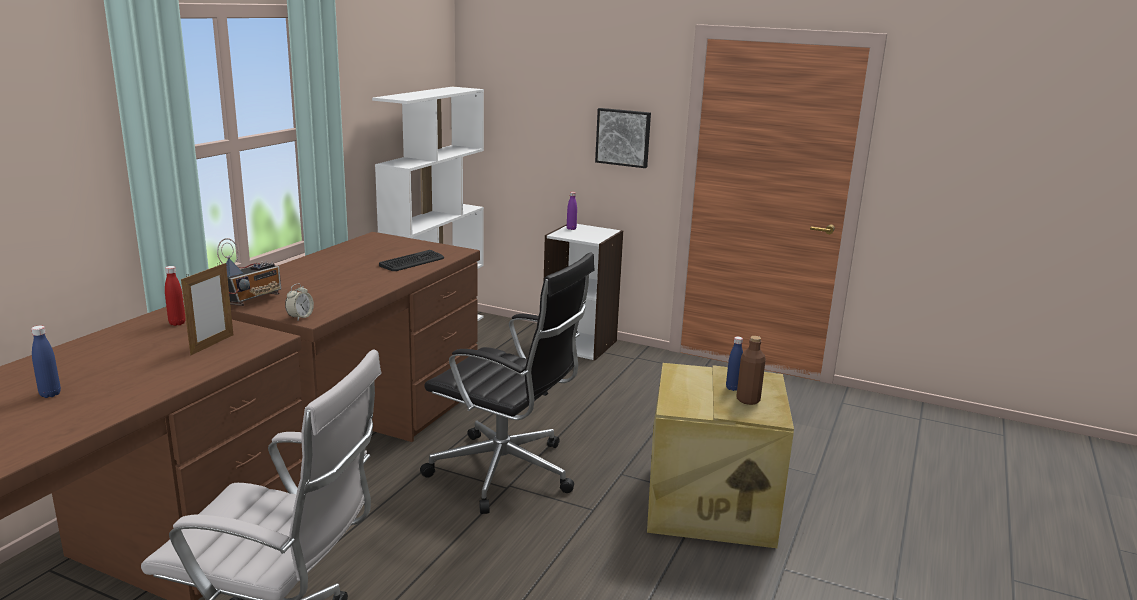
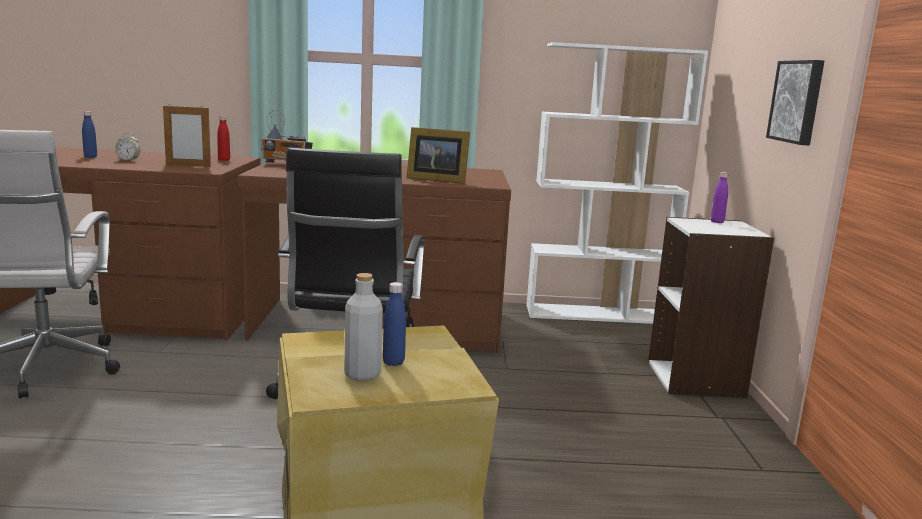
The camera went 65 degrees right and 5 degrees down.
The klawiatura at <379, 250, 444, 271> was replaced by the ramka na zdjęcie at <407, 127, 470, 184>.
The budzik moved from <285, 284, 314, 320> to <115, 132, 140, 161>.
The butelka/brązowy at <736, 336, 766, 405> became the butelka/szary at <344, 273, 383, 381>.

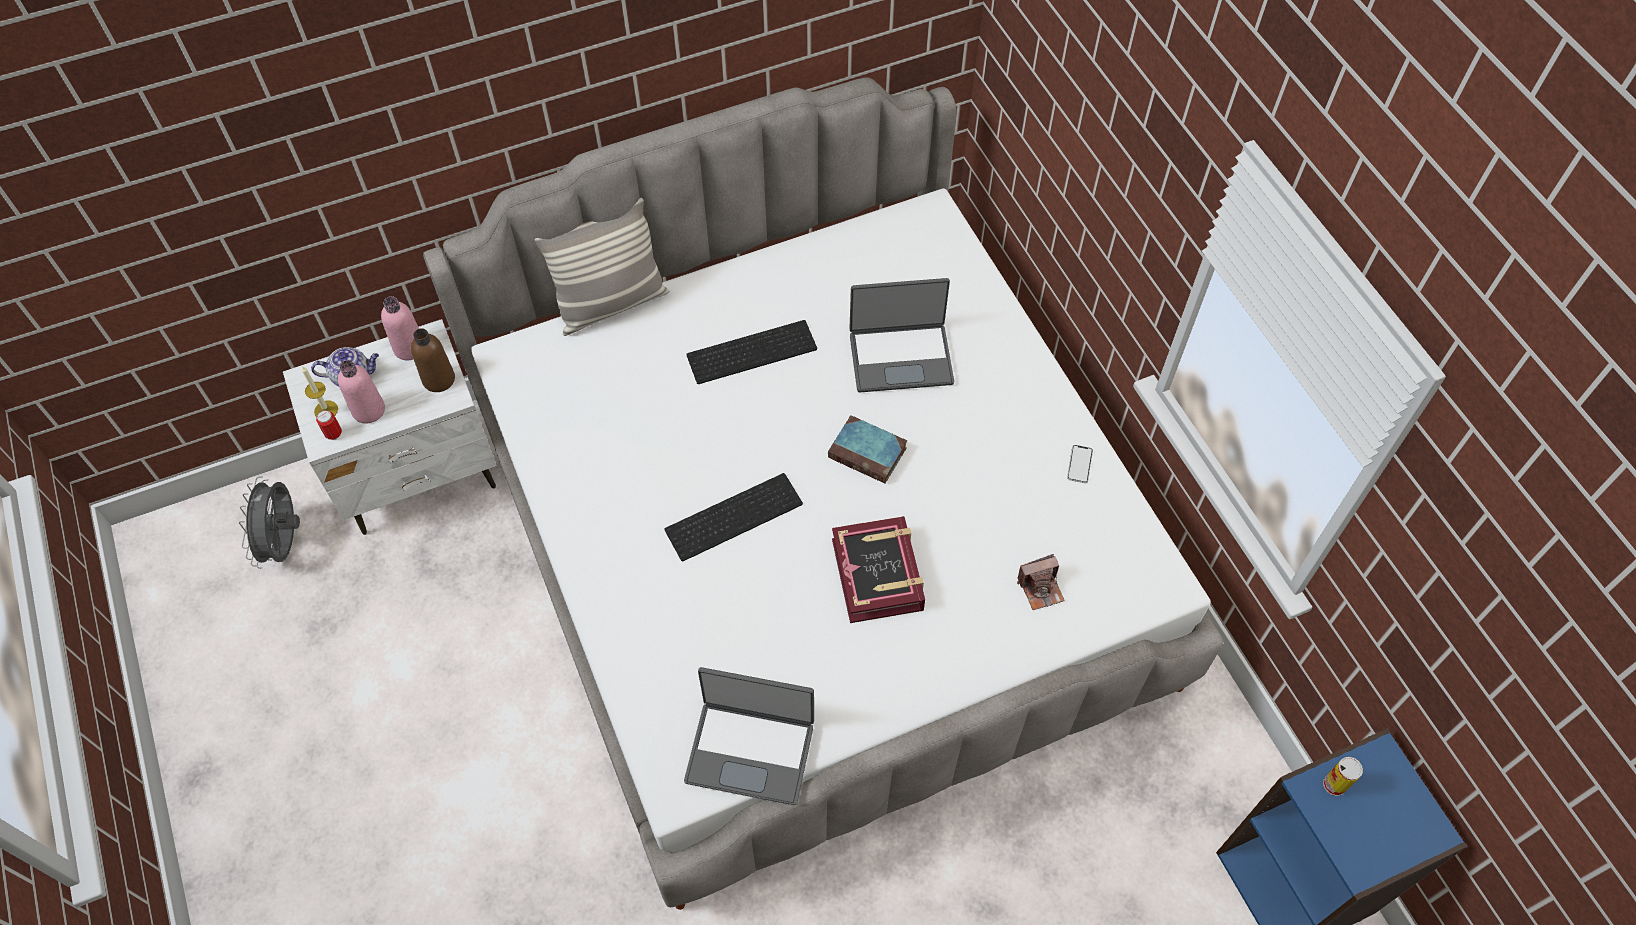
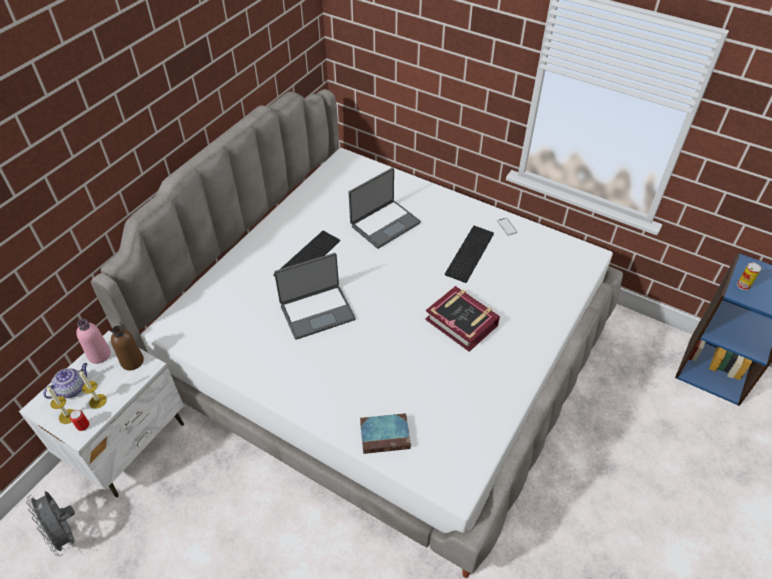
The camera went 35 degrees left and 10 degrees down.
The poduszka at <535, 198, 669, 336> disappeared.
The butelka/różowy at <338, 360, 385, 424> was replaced by the świeca at <79, 371, 107, 409>.
The książka moved from <828, 415, 907, 484> to <360, 413, 411, 454>.
The klawiatura moved from <664, 473, 803, 561> to <445, 226, 494, 283>.
The aparat fotograficzny at <1017, 554, 1065, 610> disappeared.
The laptop moved from <684, 667, 814, 805> to <274, 253, 356, 340>.

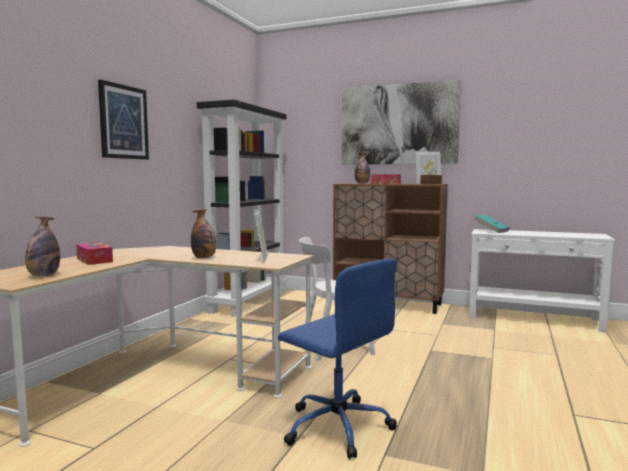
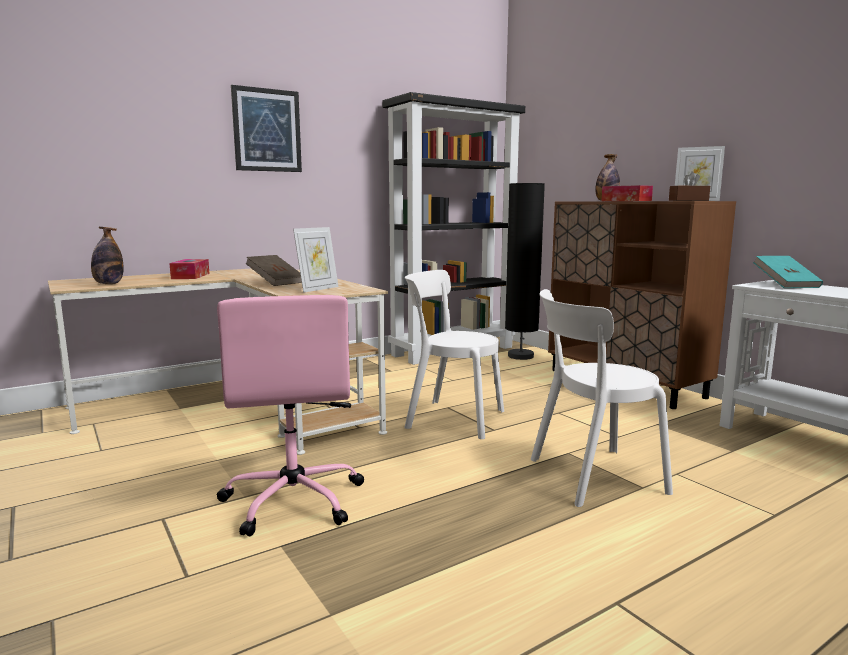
The camera went 35 degrees right and 5 degrees up.
The obraz at <342, 80, 461, 165> disappeared.
The butelka at <191, 209, 216, 258> was replaced by the książka/brązowy at <245, 255, 302, 286>.
The krzesło biurowe/niebieski at <278, 259, 397, 459> became the krzesło biurowe/różowy at <217, 295, 364, 536>.
The lampa stojąca/czarny at <505, 183, 545, 360> appeared.
The krzesło/biały at <531, 289, 673, 507> appeared.

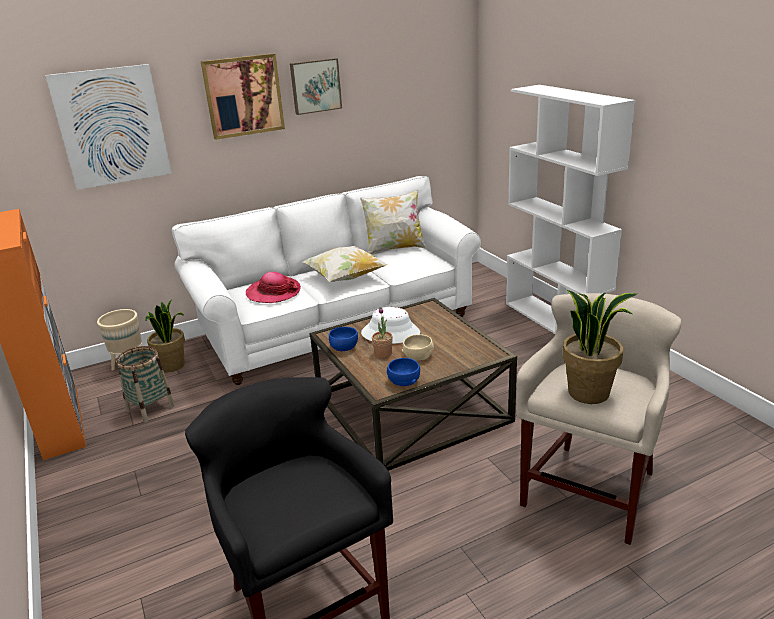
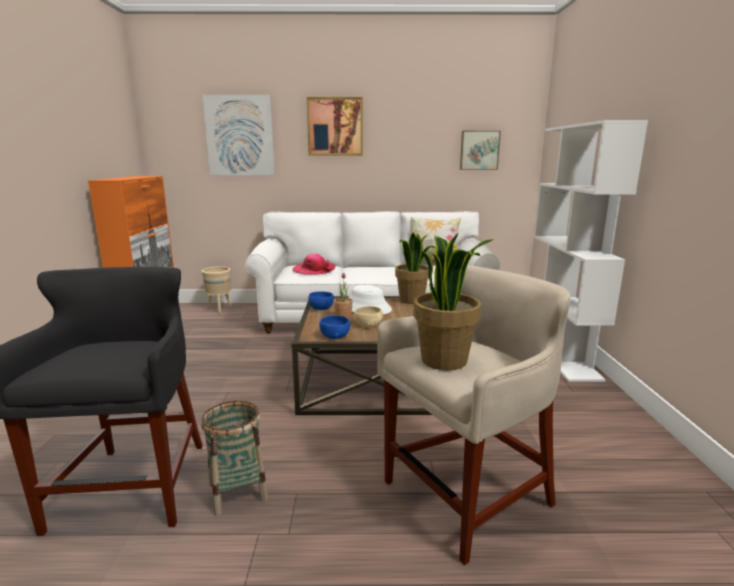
The camera went 25 degrees right and 10 degrees down.
The obraz moved from <290, 58, 342, 115> to <460, 131, 501, 170>.
The poduszka at <303, 246, 387, 282> disappeared.
The roślina doniczkowa moved from <145, 299, 185, 372> to <395, 233, 436, 304>.
The koszyk moved from <117, 346, 175, 423> to <201, 400, 268, 516>.

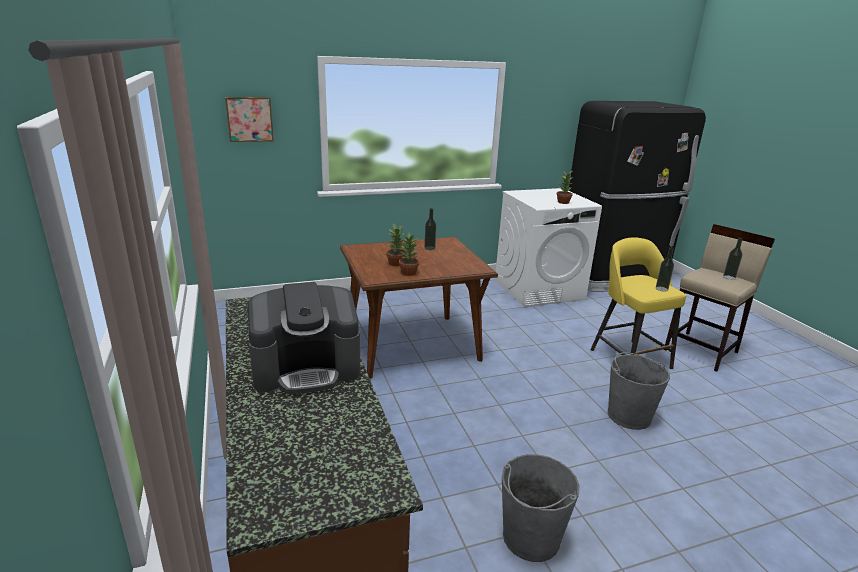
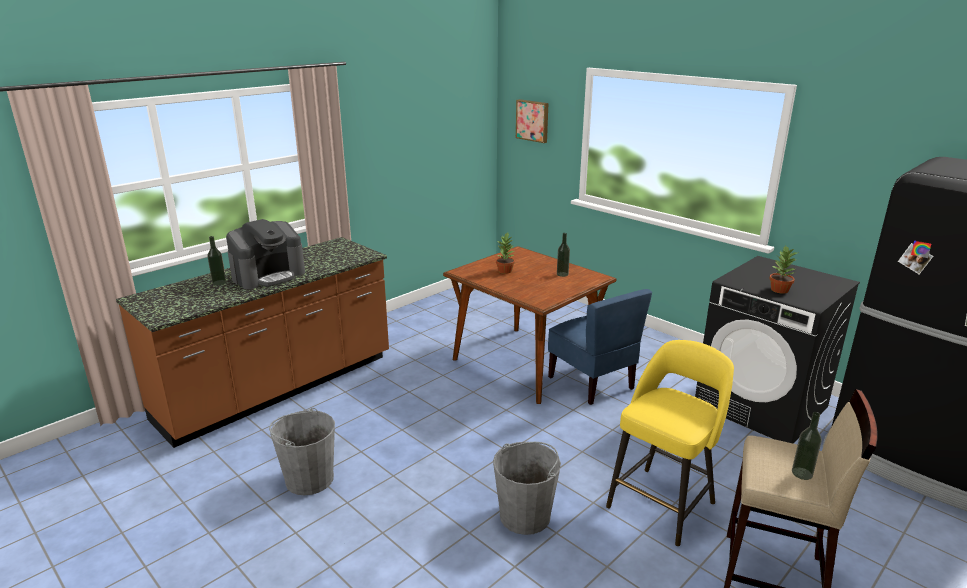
The camera went 65 degrees right and 0 degrees up.
The pralka/biały at <495, 188, 602, 307> became the pralka/czarny at <695, 256, 860, 444>.
The roślina doniczkowa at <399, 233, 419, 276> disappeared.
The butelka moved from <656, 247, 674, 292> to <207, 236, 226, 285>.
The ekspres do kawy at <248, 282, 360, 394> turned 90 degrees counterclockwise.
The krzesło/niebieski at <548, 289, 652, 405> appeared.

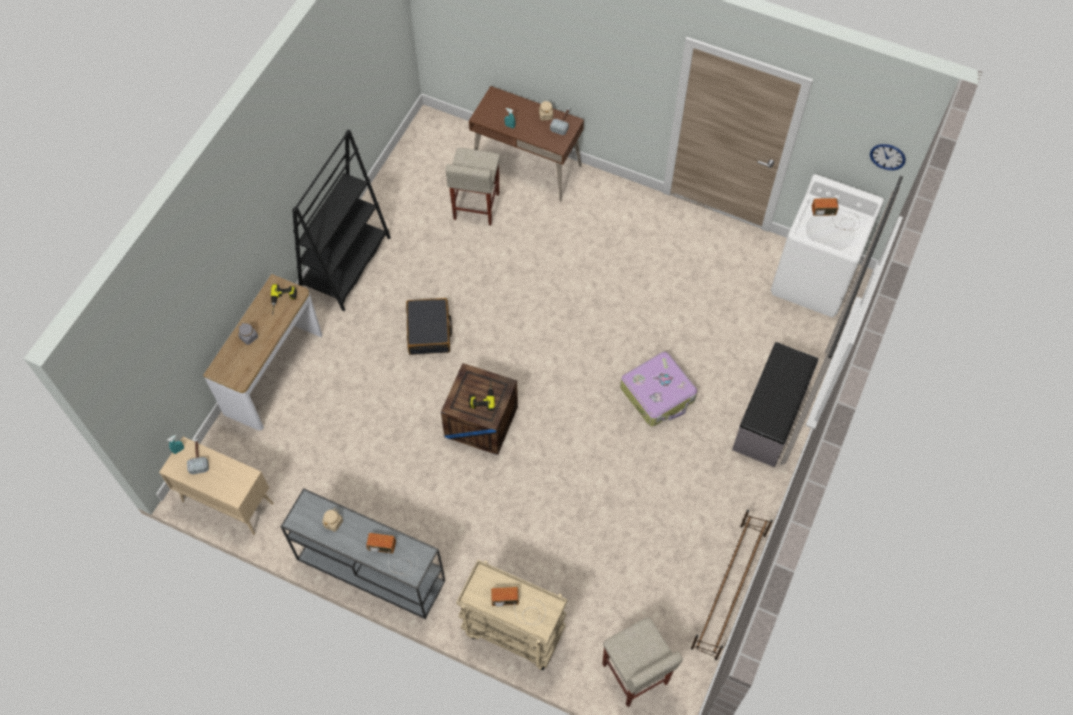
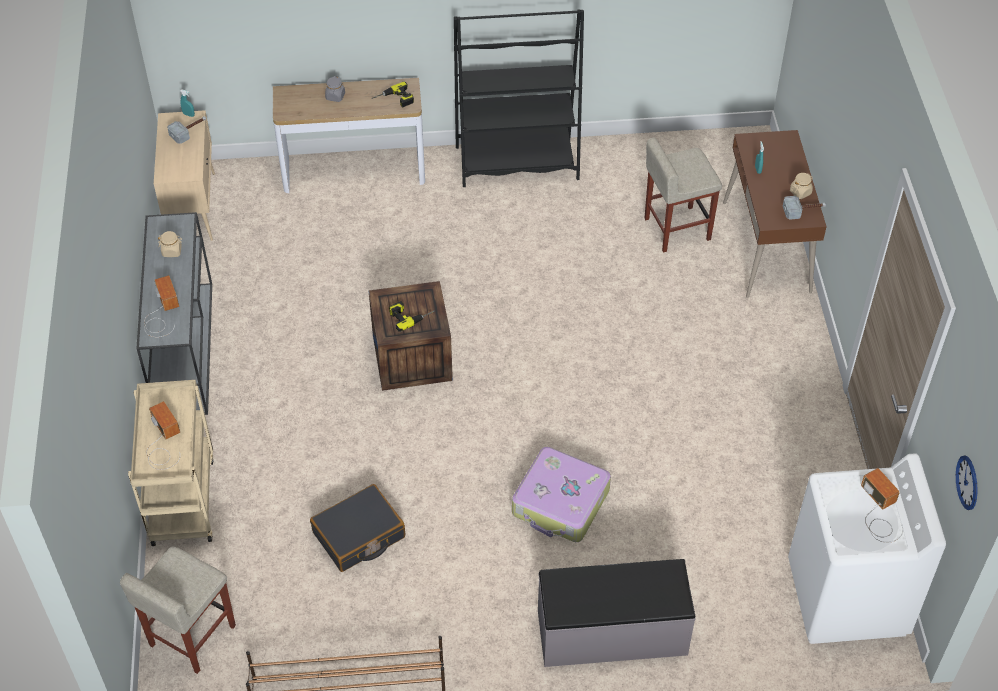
The camera went 60 degrees right and 10 degrees down.
The walizka/czarny moved from <406, 298, 452, 355> to <310, 484, 405, 572>.

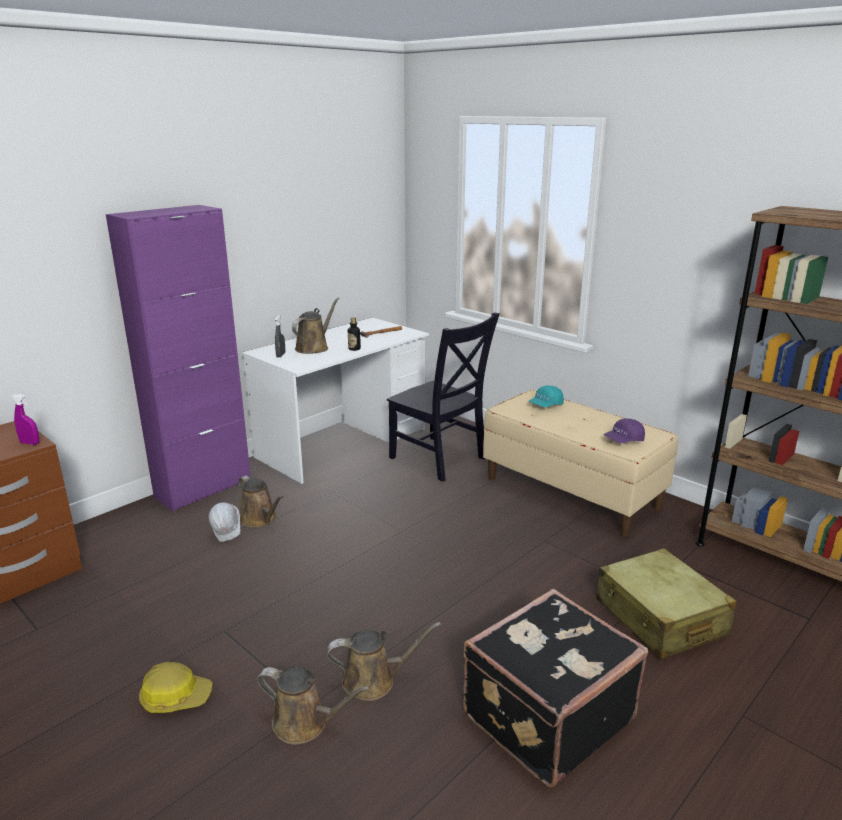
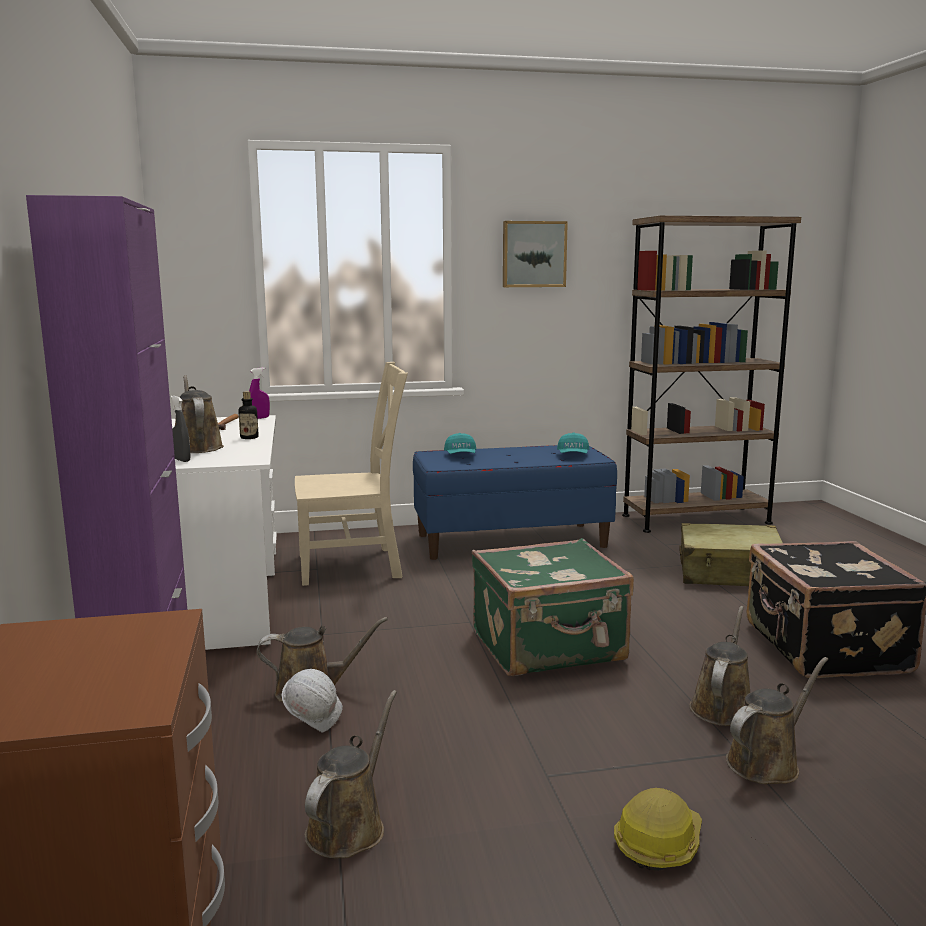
The camera went 55 degrees left and 10 degrees down.
The krzesło/czarny at <387, 313, 500, 482> became the krzesło/beżowy at <295, 362, 408, 586>.
The ławka/beżowy at <483, 390, 678, 537> became the ławka/niebieski at <413, 445, 617, 560>.
The spryskiwacz/fioletowy moved from <12, 394, 39, 445> to <249, 368, 270, 419>.
The czapka z daszkiem/fioletowy at <603, 418, 645, 443> became the czapka z daszkiem/turkusowy at <557, 432, 589, 453>.
The obraz at <503, 221, 568, 287> appeared.
The walizka/zielony at <472, 538, 634, 676> appeared.
The konewka/brązowy at <305, 690, 397, 859> appeared.

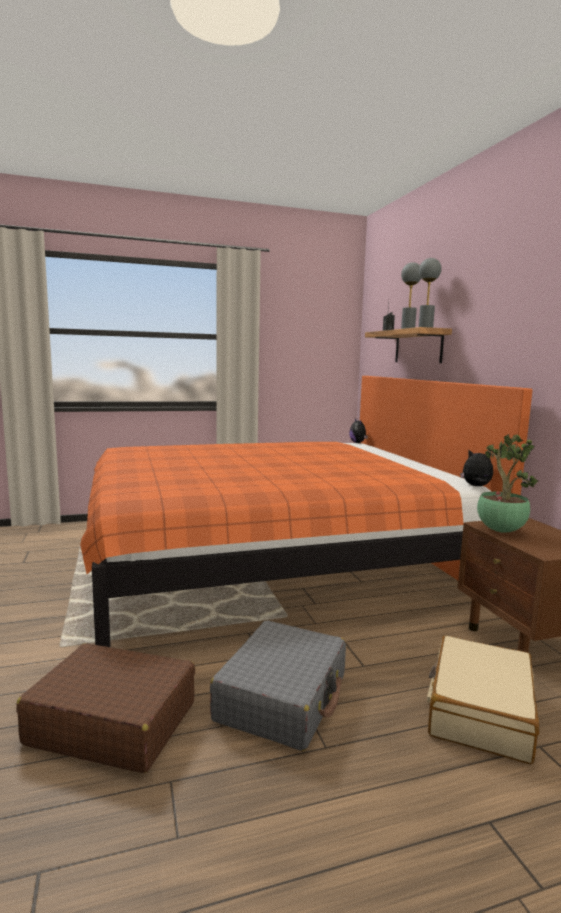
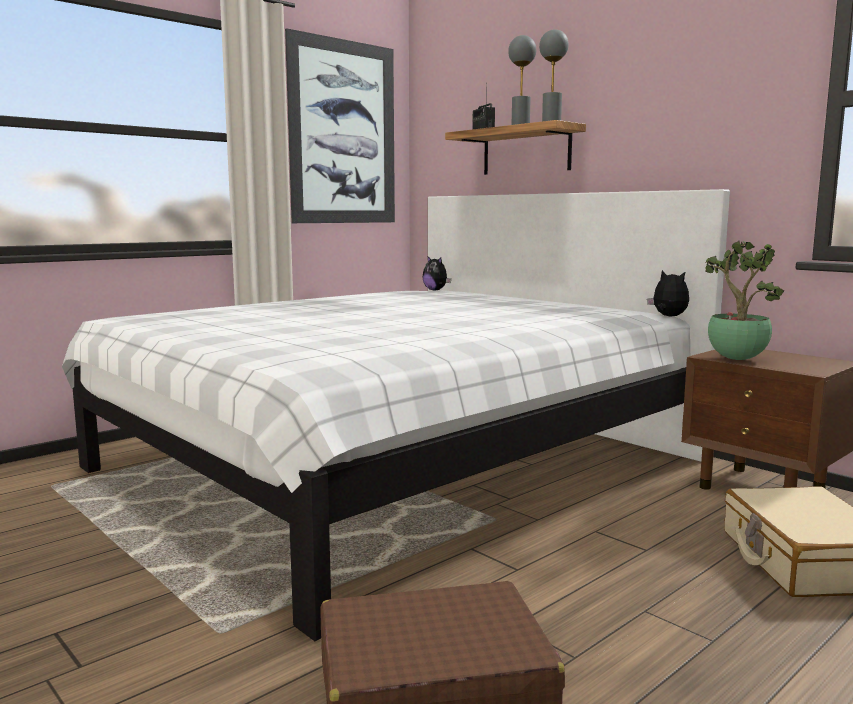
The camera went 25 degrees left and 0 degrees up.
The łóżko/pomarańczowy at <80, 376, 533, 647> became the łóżko/biały at <62, 189, 730, 641>.
The pluszak at <460, 450, 493, 486> turned 60 degrees clockwise.
The walizka/szary at <210, 620, 346, 751> disappeared.
The obraz at <285, 28, 395, 223> appeared.

